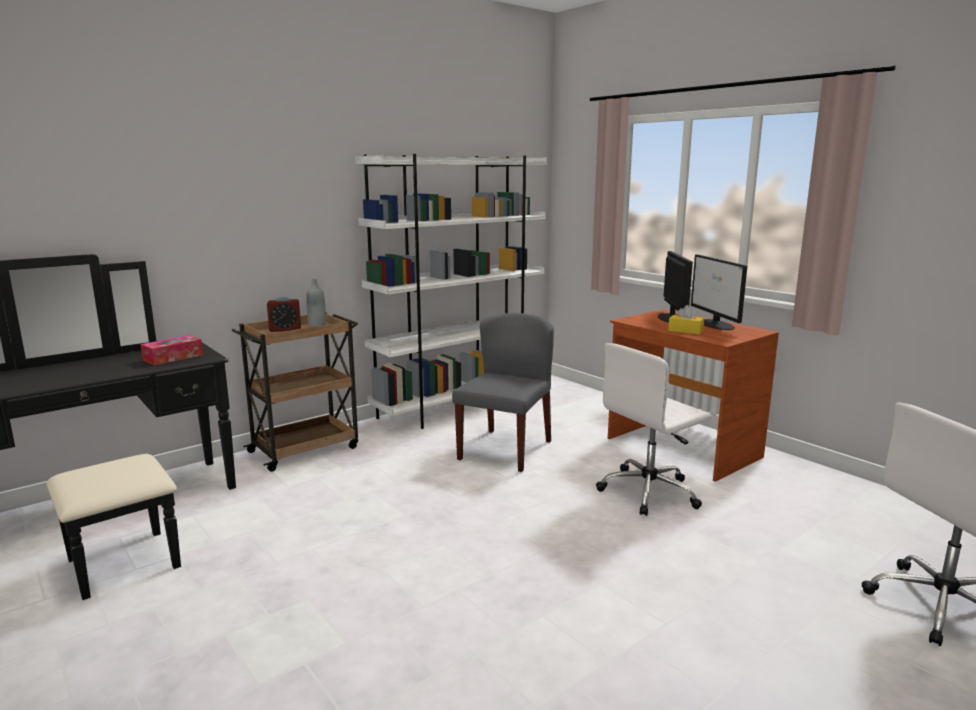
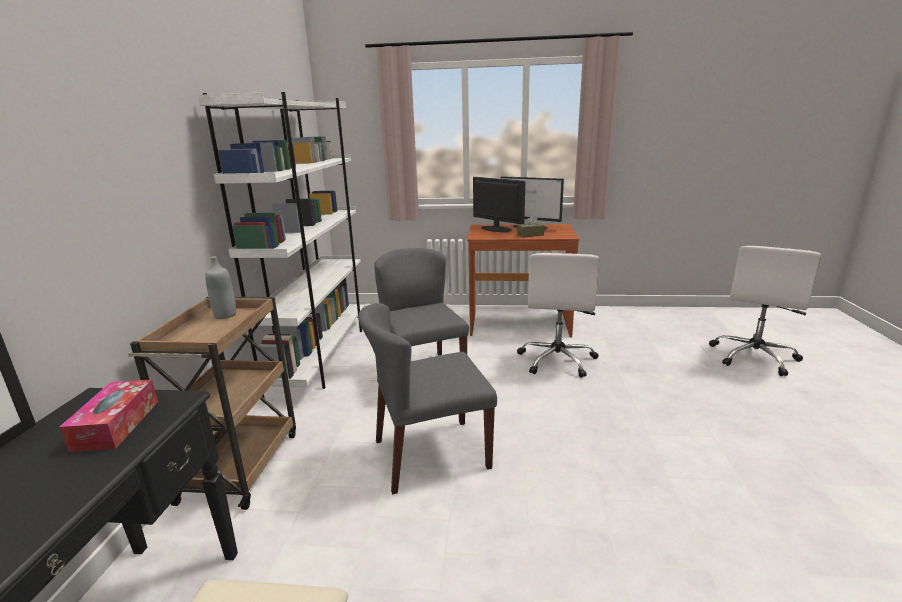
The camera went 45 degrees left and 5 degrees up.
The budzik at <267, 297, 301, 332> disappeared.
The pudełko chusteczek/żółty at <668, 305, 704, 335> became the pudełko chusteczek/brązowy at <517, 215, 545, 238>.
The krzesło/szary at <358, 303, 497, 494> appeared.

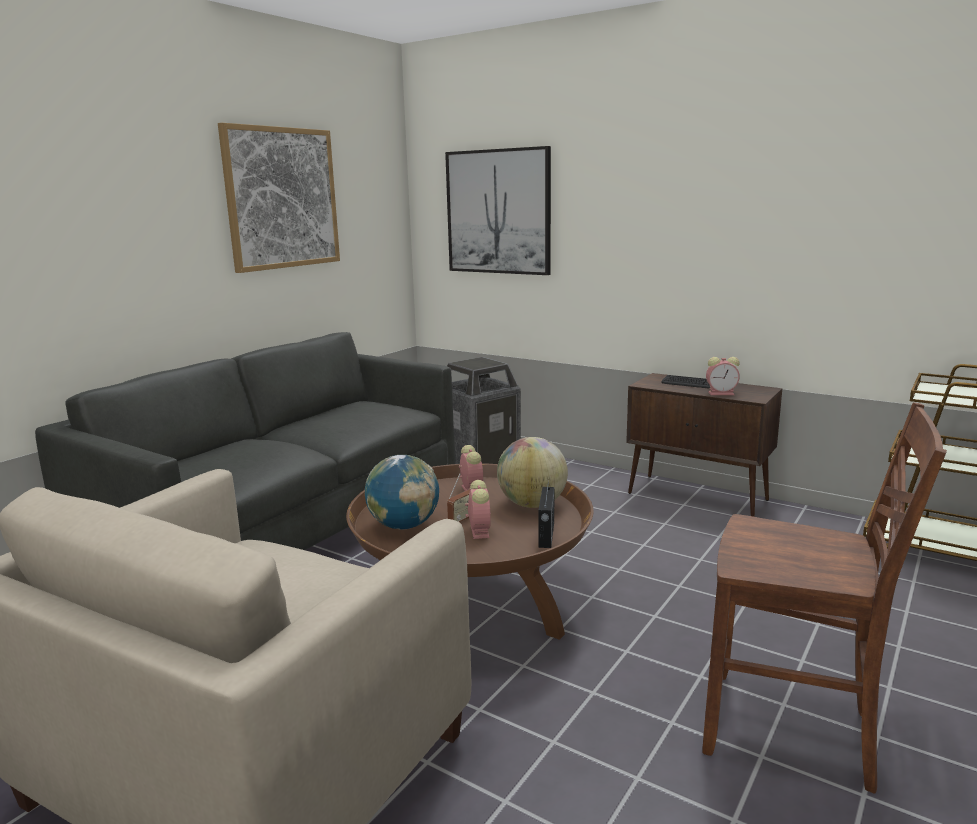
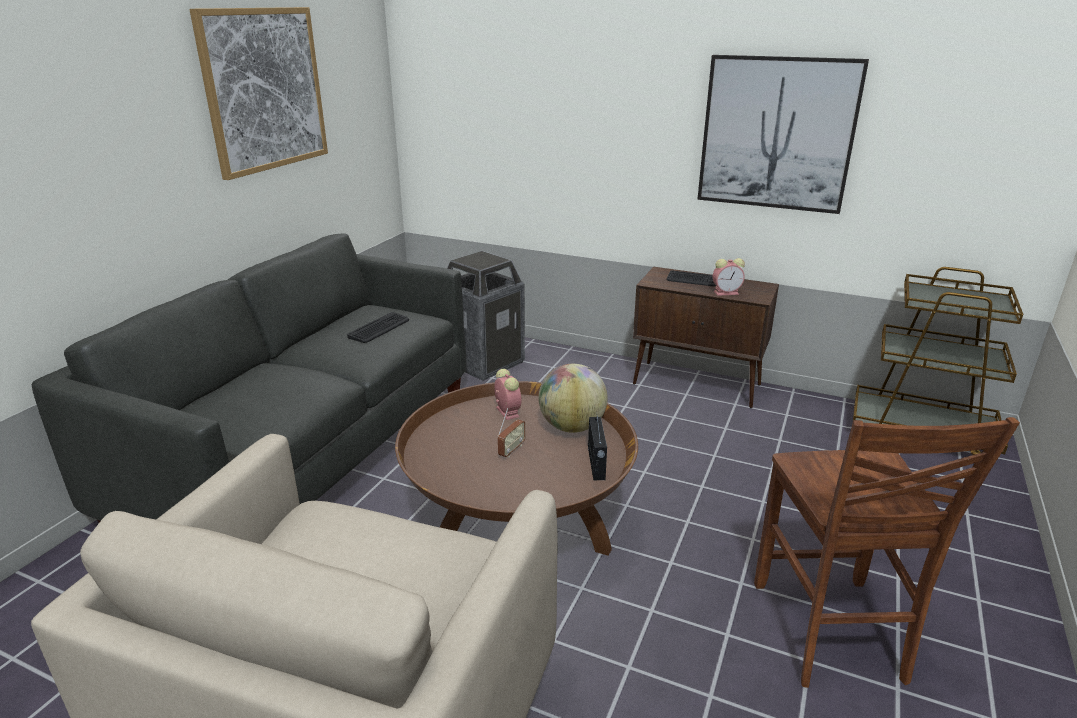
The camera went 10 degrees left and 10 degrees up.
The obraz moved from <445, 146, 551, 275> to <697, 55, 869, 214>.
The krzesło/brązowy at <702, 402, 947, 794> turned 75 degrees clockwise.
The globus at <365, 455, 439, 529> disappeared.
The budzik at <465, 480, 491, 539> disappeared.
The klawiatura at <347, 312, 409, 343> appeared.

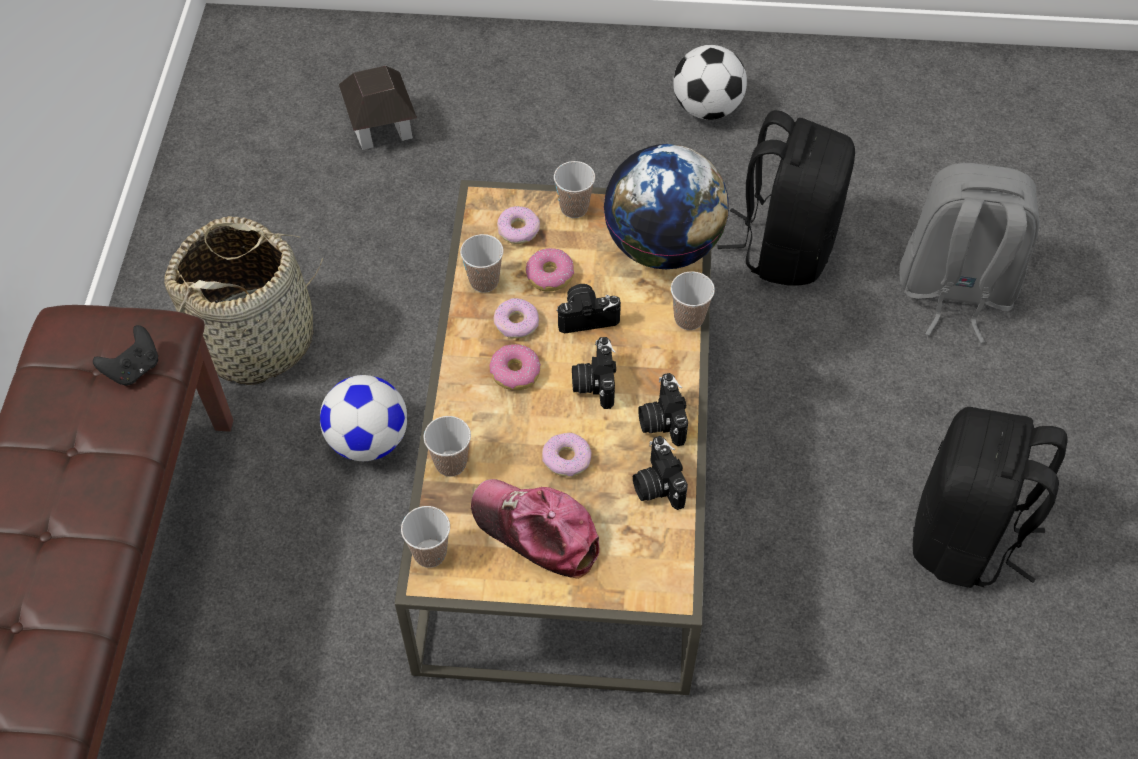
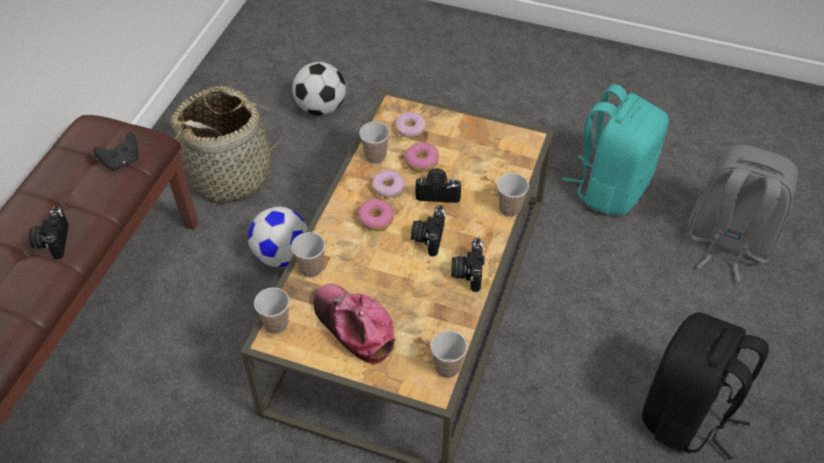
The camera went 15 degrees right and 5 degrees down.
The piłka futbolowa moved from <673, 45, 747, 120> to <292, 62, 346, 116>.
The domek at <339, 66, 417, 150> disappeared.
The plecak/czarny at <718, 110, 855, 286> became the plecak/turkusowy at <562, 84, 669, 216>.
The globus at <603, 144, 729, 269> disappeared.
The filiżanka moved from <554, 161, 595, 218> to <431, 330, 467, 378>.
The donut at <542, 433, 592, 477> disappeared.
The aparat fotograficzny moved from <633, 436, 688, 510> to <29, 206, 69, 260>.

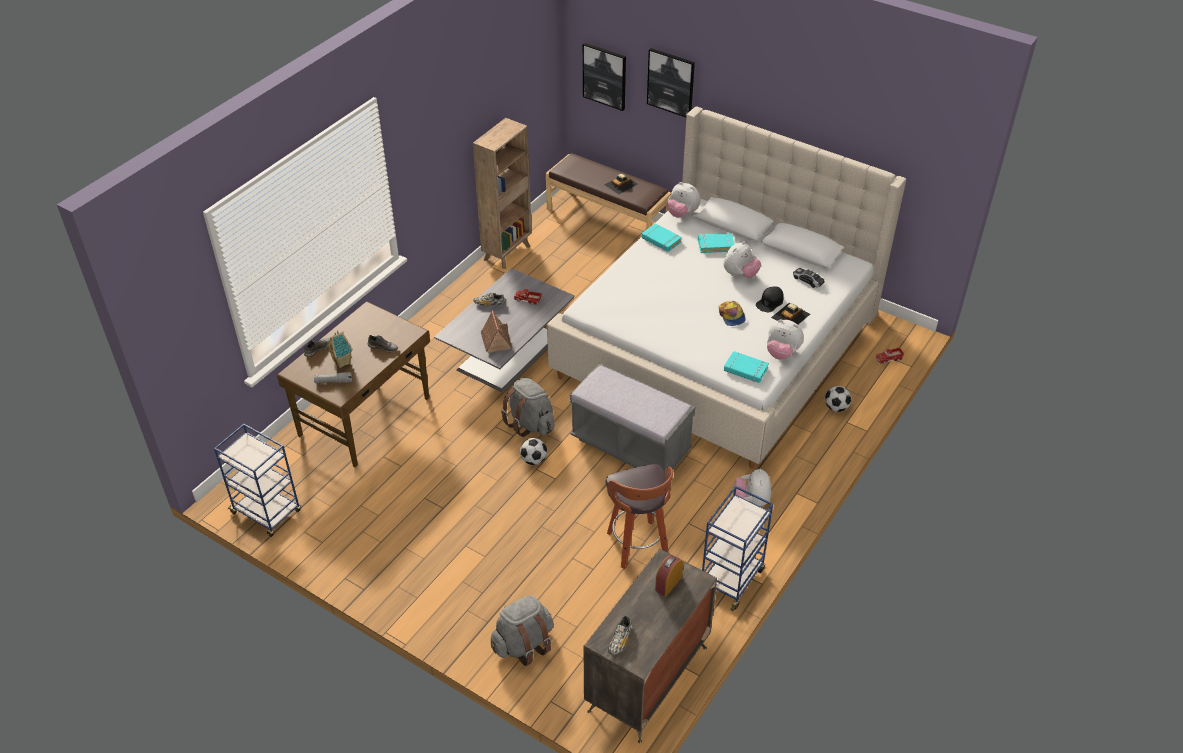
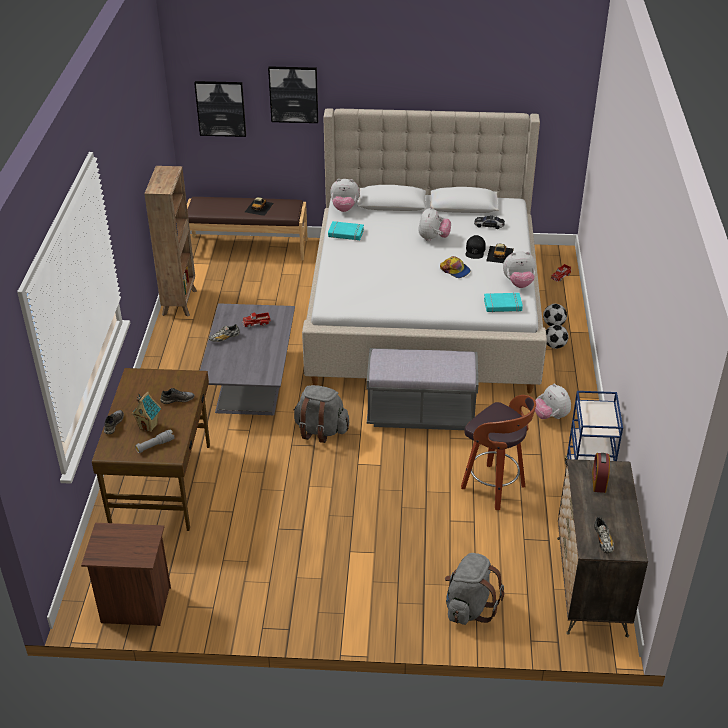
The camera went 30 degrees left and 5 degrees down.
The książka/turkusowy at <698, 233, 735, 253> disappeared.
The domek at <481, 310, 512, 353> disappeared.
The wózek/niebieski at <214, 424, 301, 537> was replaced by the szafka nocna/brązowy at <81, 523, 171, 626>.
The piłka futbolowa moved from <520, 438, 547, 465> to <546, 325, 569, 349>.

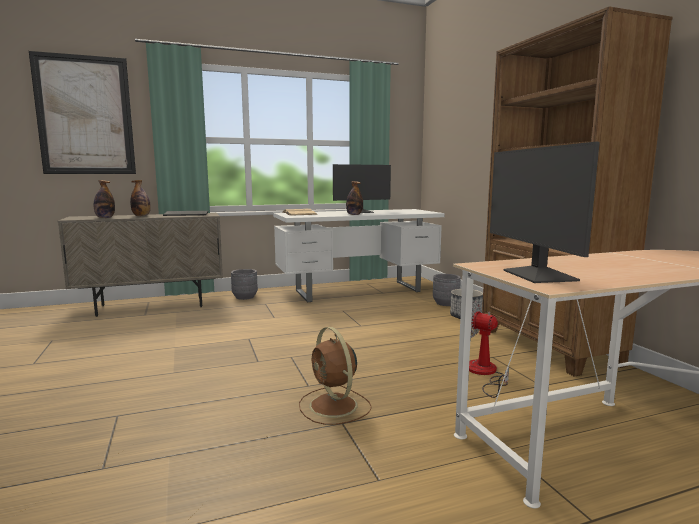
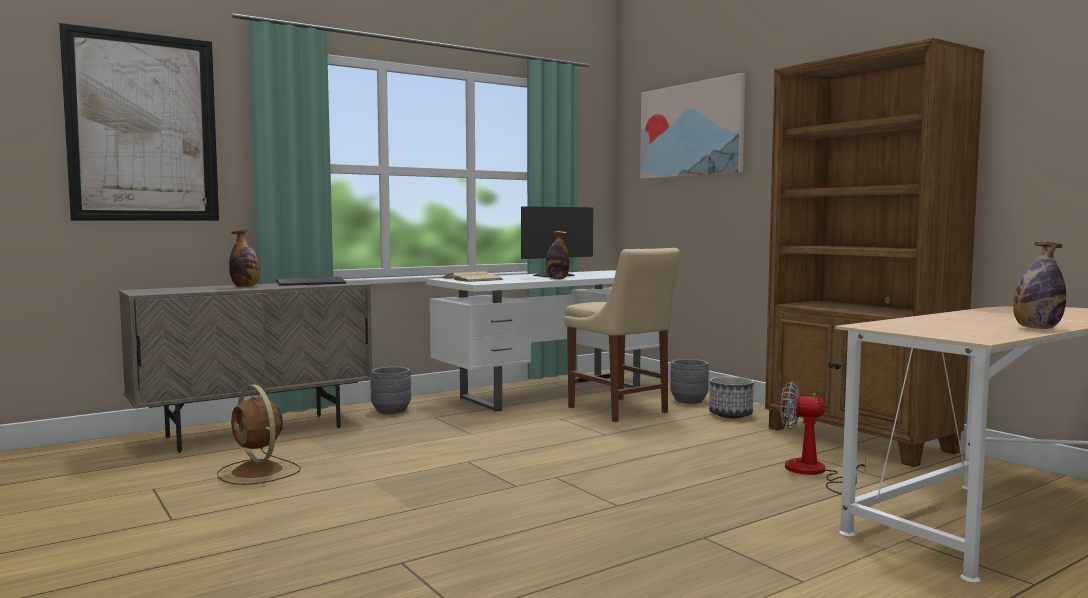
The camera went 15 degrees left and 5 degrees down.
The monitor at <490, 142, 600, 283> disappeared.
The butelka moved from <94, 180, 115, 218> to <1013, 242, 1066, 329>.
The wentylator/brązowy moved from <299, 327, 372, 425> to <217, 384, 301, 485>.
The obraz at <640, 73, 745, 179> appeared.
The krzesło/beżowy at <564, 248, 680, 422> appeared.

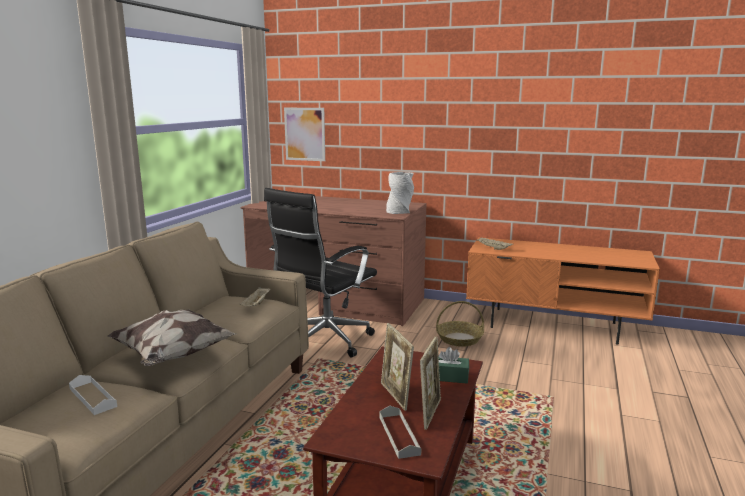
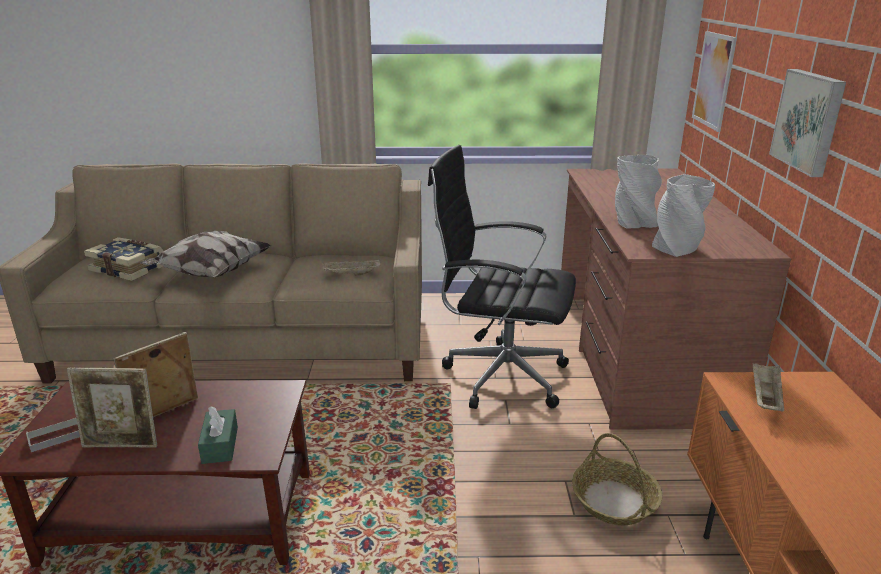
The camera went 70 degrees right and 10 degrees up.
The taca/biały at <69, 375, 117, 415> was replaced by the książka at <84, 237, 163, 281>.
The obraz at <769, 69, 846, 177> appeared.
The wazon/szary at <615, 155, 662, 229> appeared.

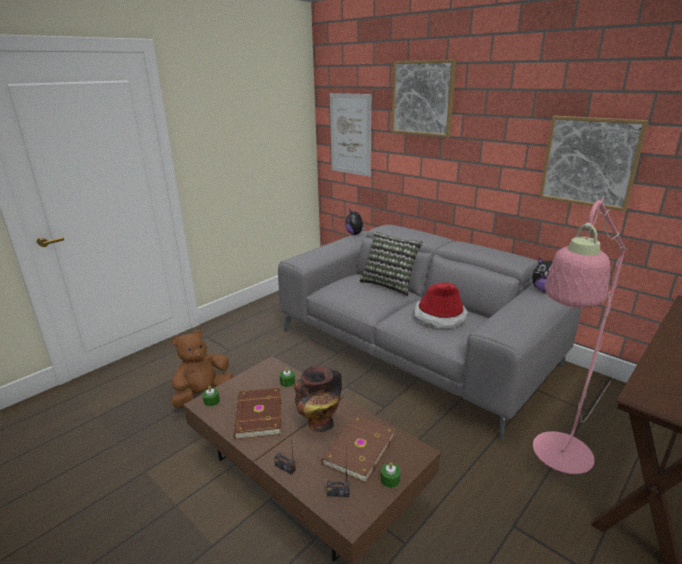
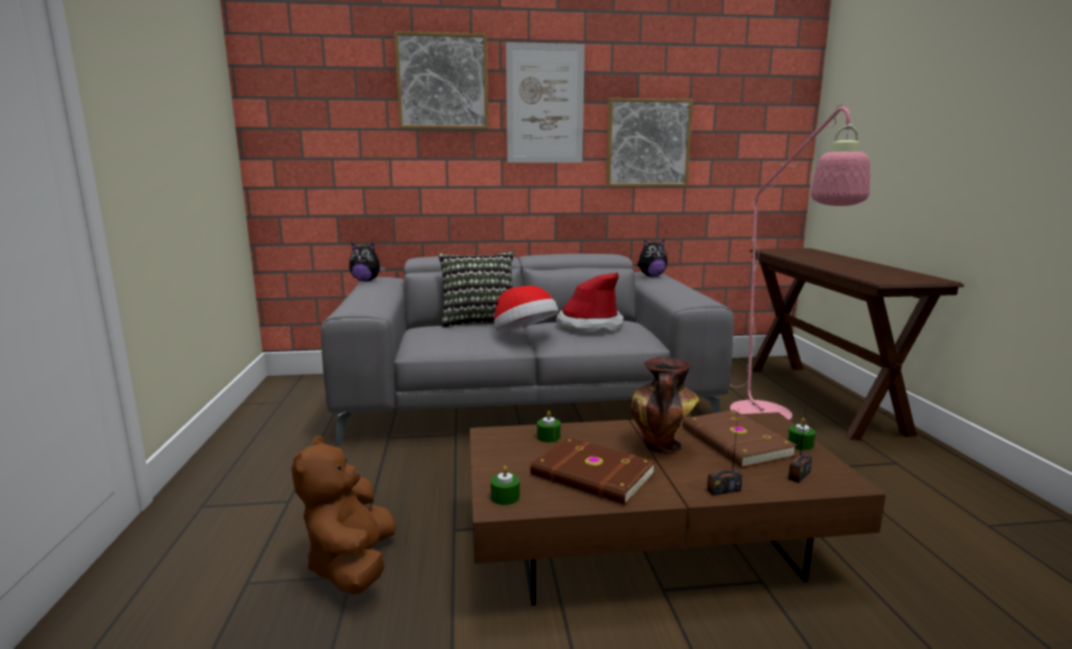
The camera went 50 degrees left and 10 degrees down.
The obraz moved from <330, 93, 371, 177> to <506, 42, 585, 163>.
The kapelusz at <494, 286, 558, 331> appeared.

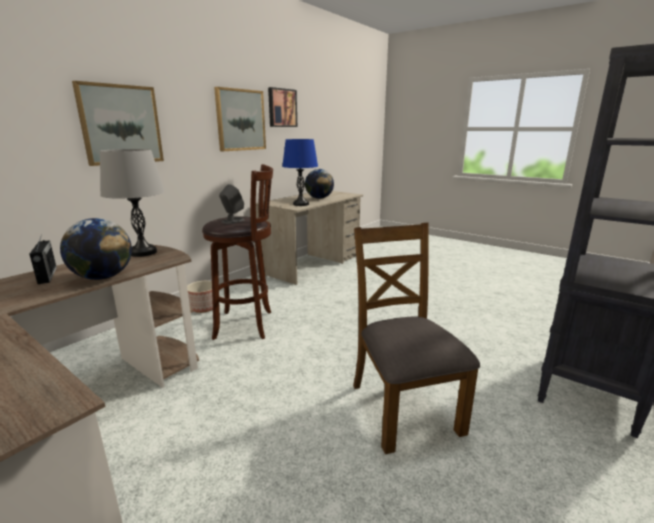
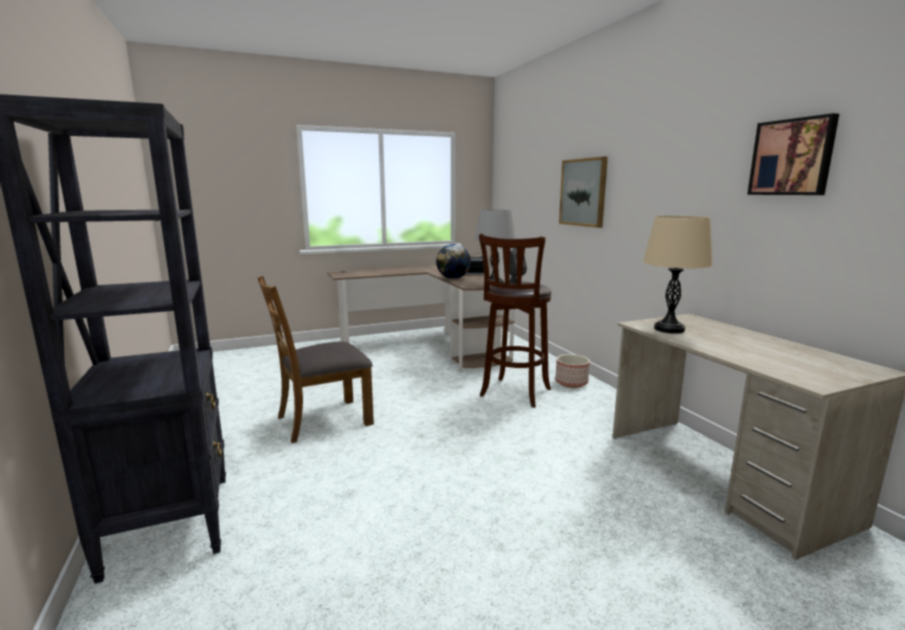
The camera went 120 degrees right and 5 degrees down.
The obraz at <214, 87, 266, 151> disappeared.
The lampa stołowa/niebieski at <282, 139, 318, 206> became the lampa stołowa/beżowy at <643, 216, 713, 334>.
The globus at <305, 169, 334, 199> disappeared.
The krzesło/brązowy at <353, 223, 480, 454> turned 135 degrees clockwise.

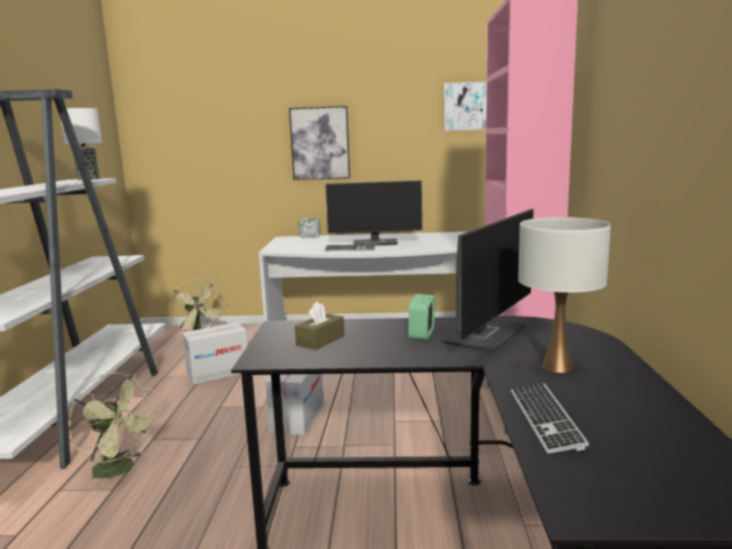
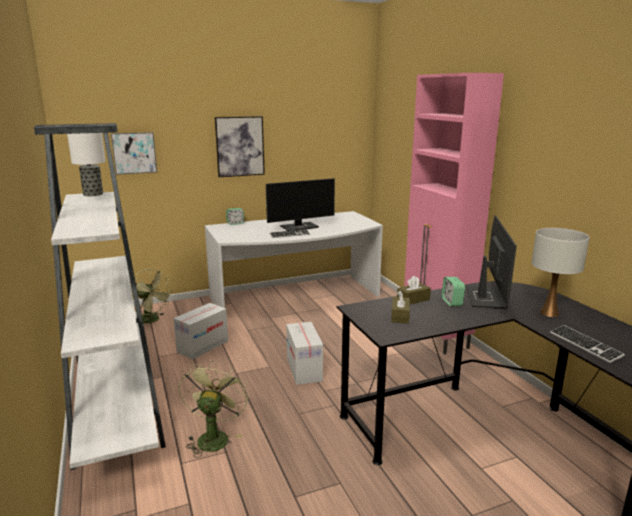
The camera went 25 degrees left and 5 degrees up.
The obraz moved from <444, 81, 487, 131> to <111, 132, 157, 175>.
The wentylator/zielony at <68, 372, 158, 489> turned 90 degrees counterclockwise.
The pudełko chusteczek/brązowy at <397, 276, 431, 305> appeared.

